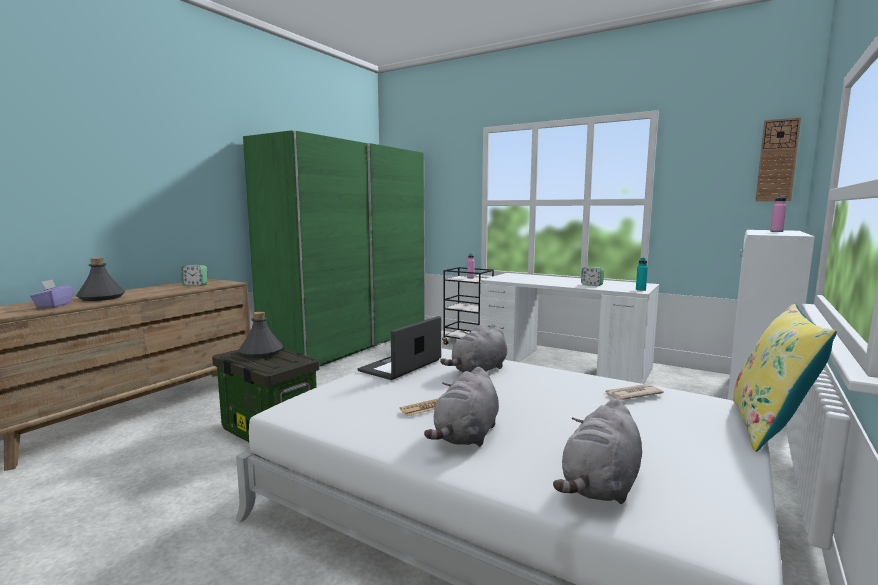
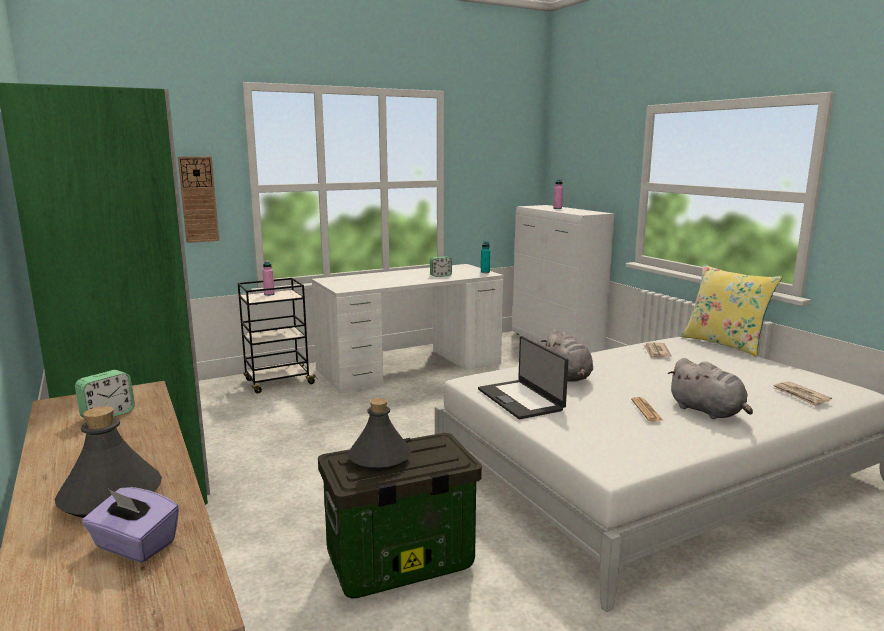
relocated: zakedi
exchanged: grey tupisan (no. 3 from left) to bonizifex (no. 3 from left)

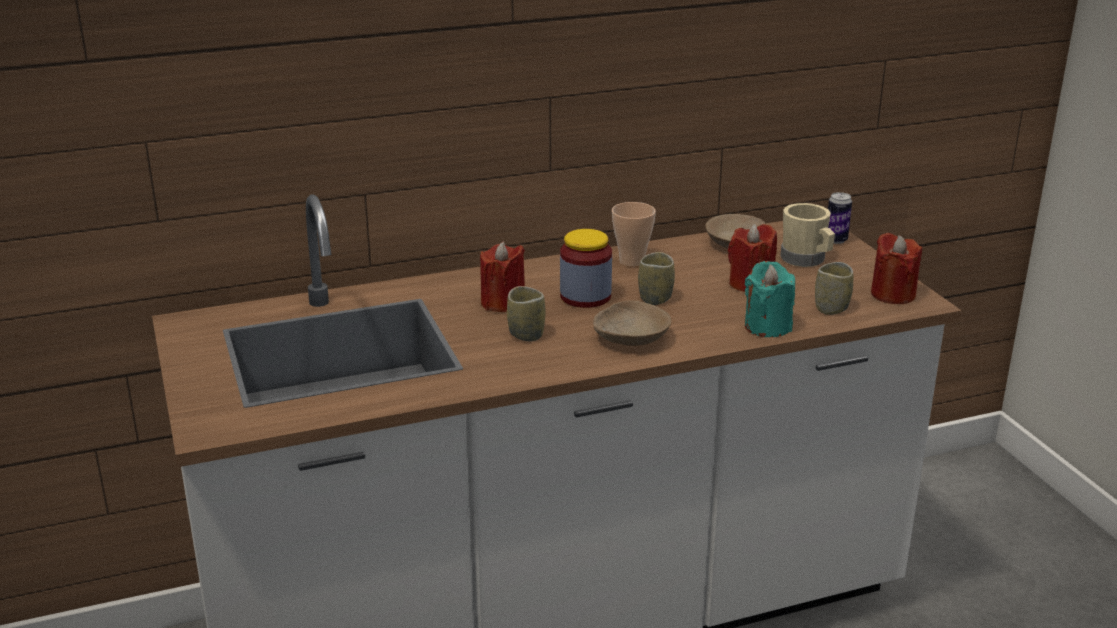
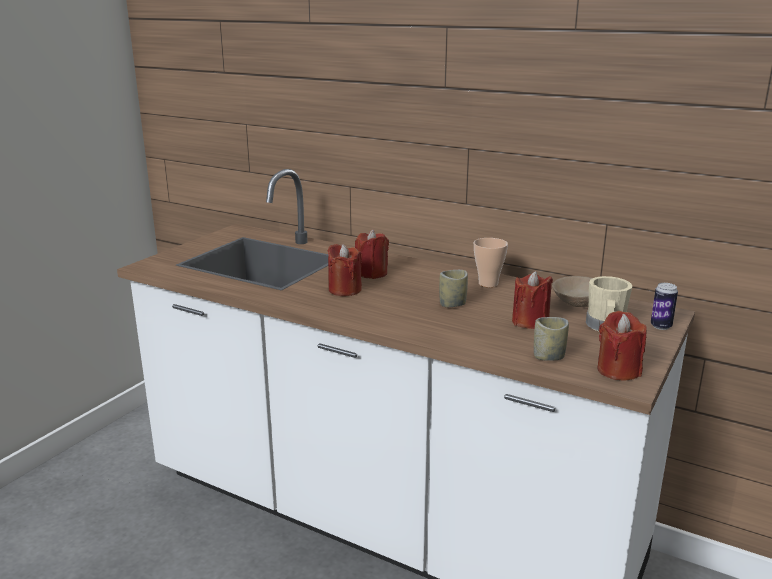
missing: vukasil; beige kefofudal (no. 1 from left); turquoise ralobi
exchanged: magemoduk (no. 1 from left) to red ralobi (no. 1 from left)

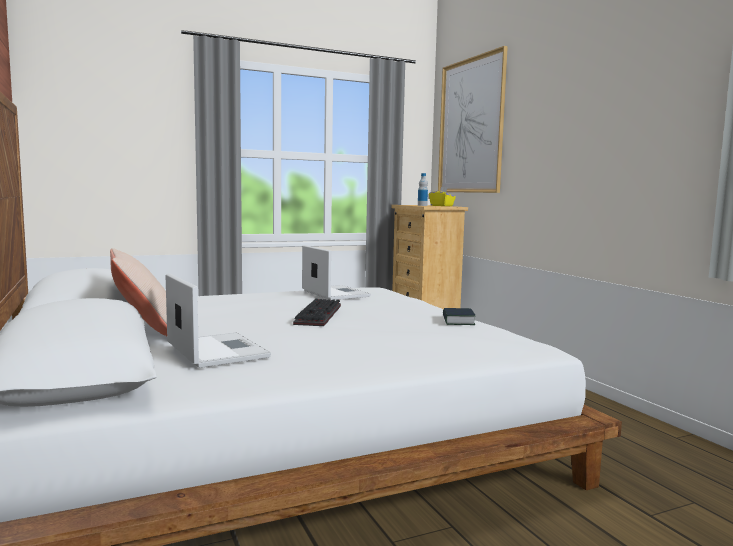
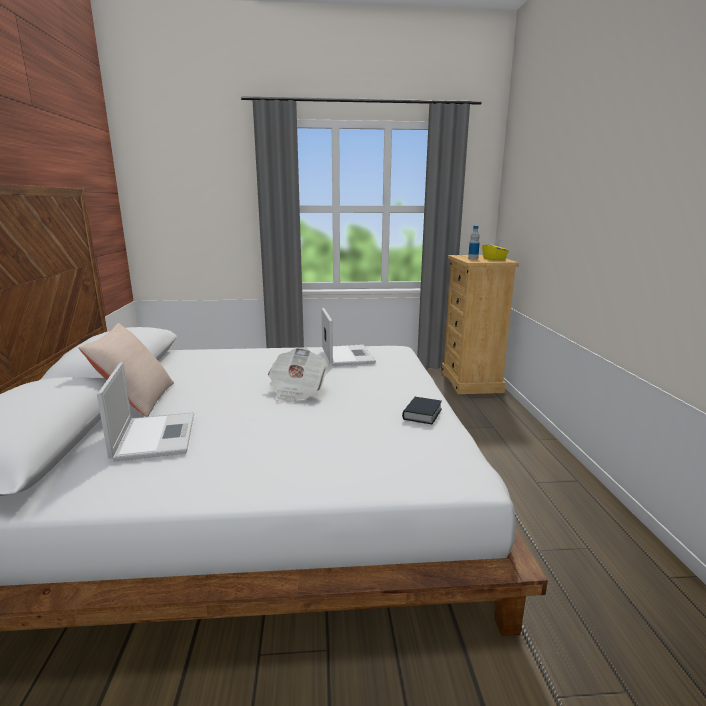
missing: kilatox
exchanged: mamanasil to bonizifex

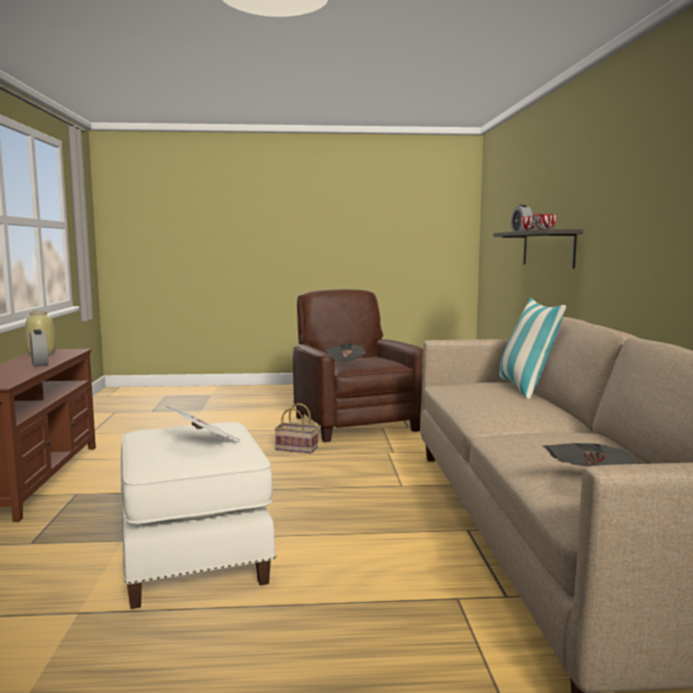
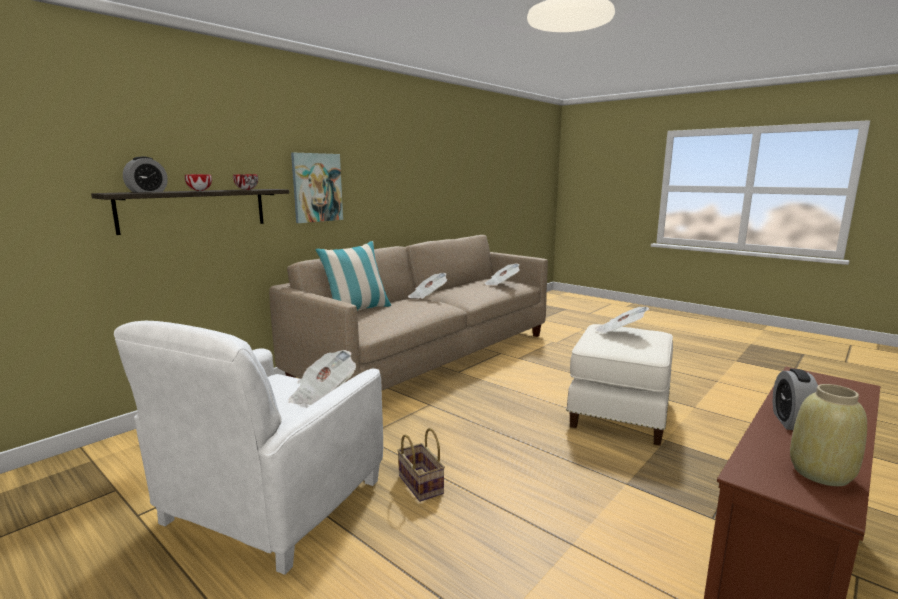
appeared: kilatox; bonizifex (no. 2 from left)
colour: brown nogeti to white nogeti

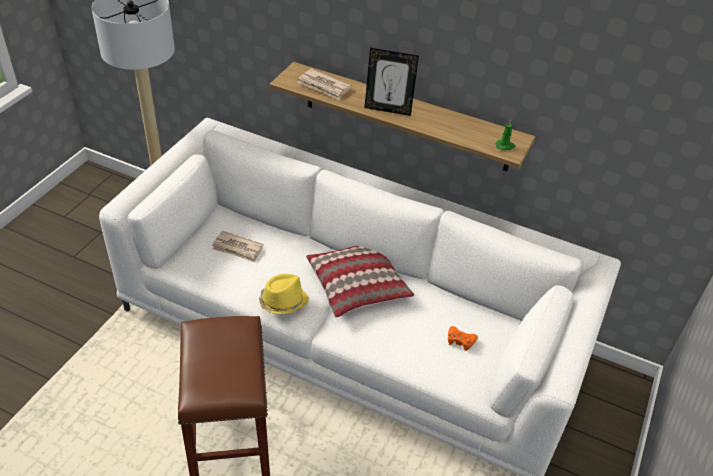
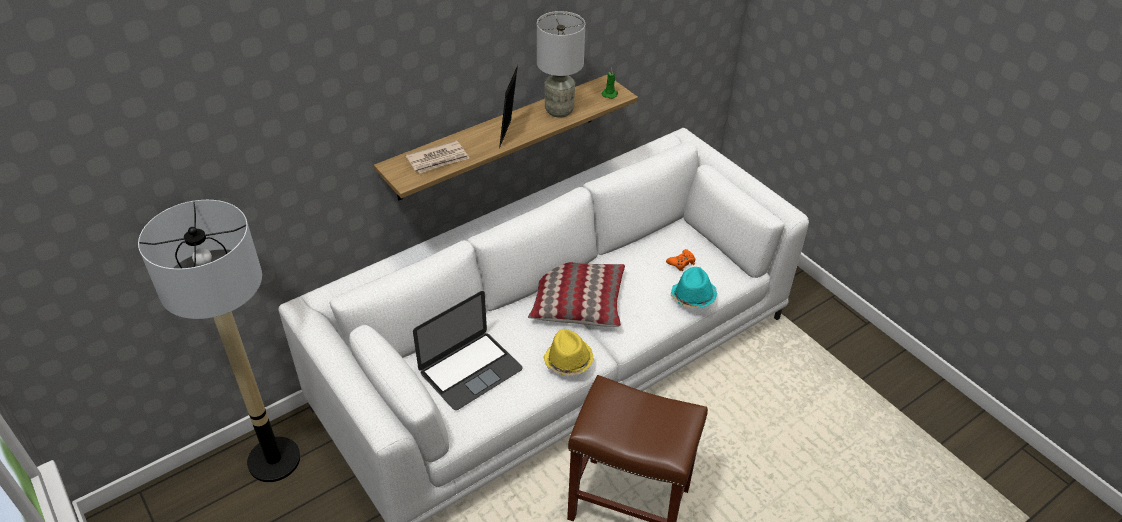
appeared: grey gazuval; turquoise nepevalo
exchanged: bonizifex (no. 1 from left) to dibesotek
spun: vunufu 150 degrees clockwise

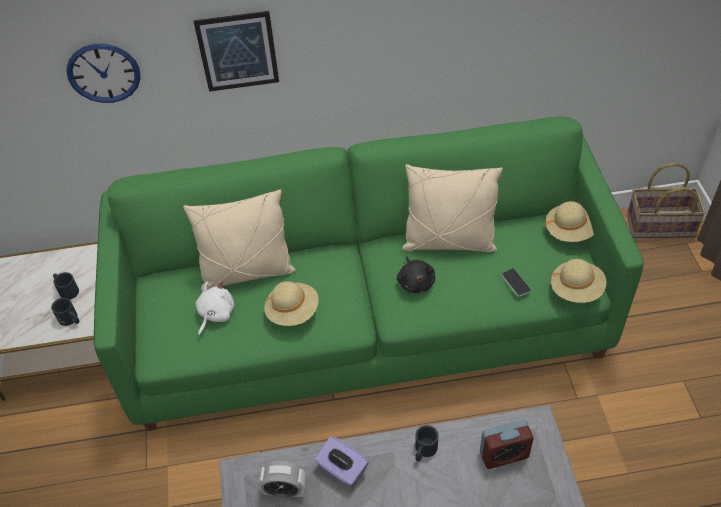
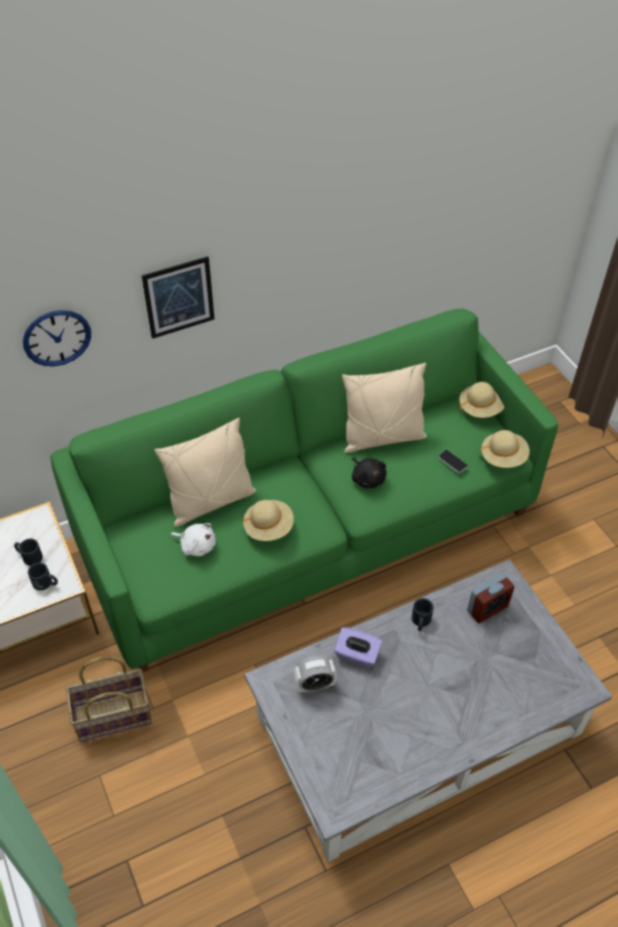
relocated: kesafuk
spun: white tupisan 105 degrees clockwise

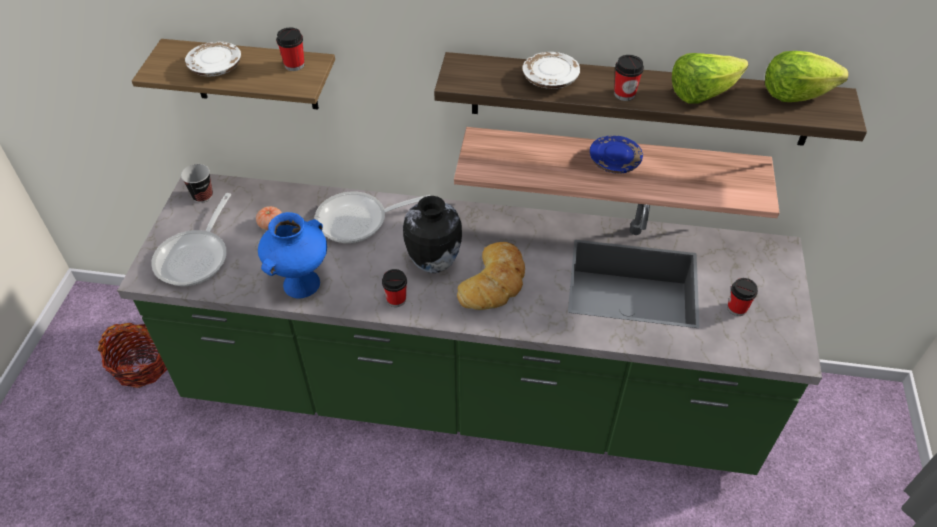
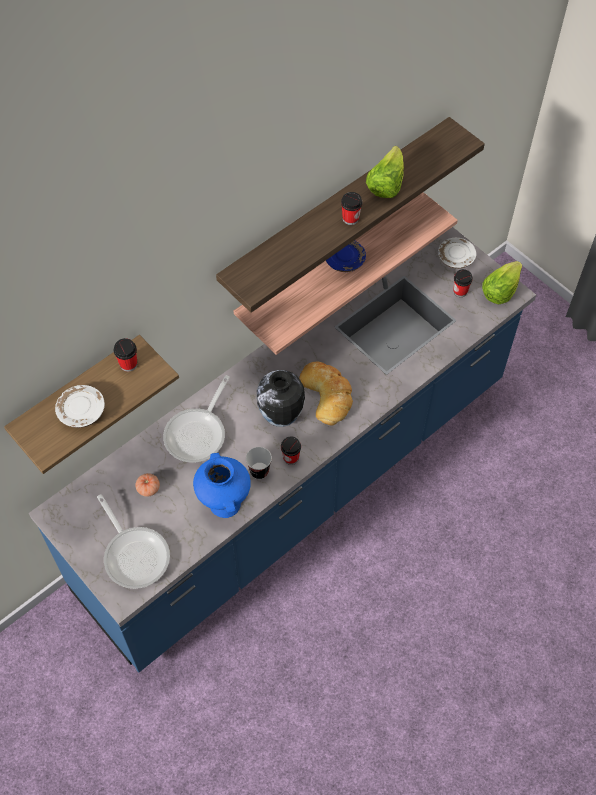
missing: kesafuk
relocated: magemoduk (no. 1 from left in the first image) to magemoduk (no. 2 from left); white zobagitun (no. 2 from left); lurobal (no. 2 from left)
colour: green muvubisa to blue muvubisa

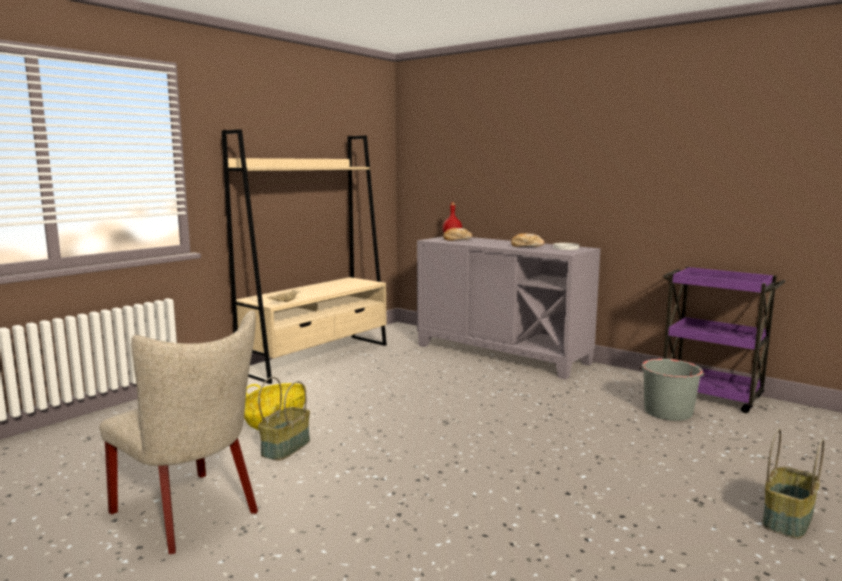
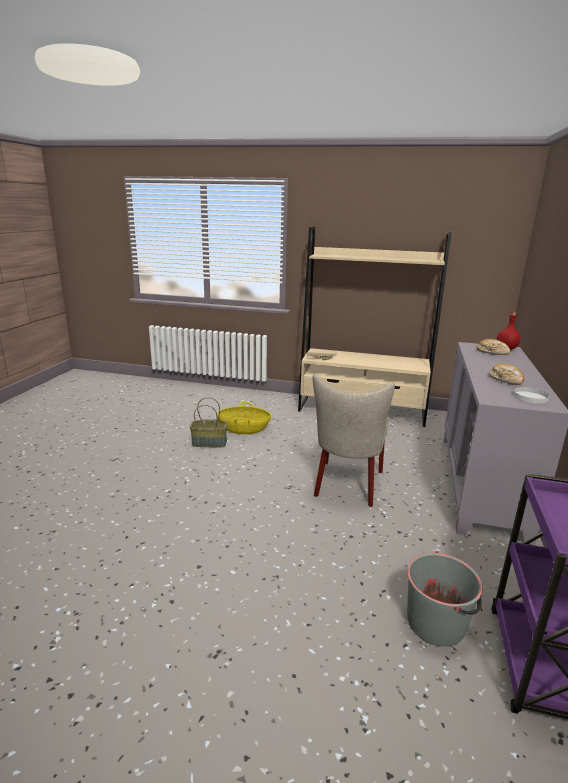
missing: kesafuk (no. 3 from left)
relocated: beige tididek

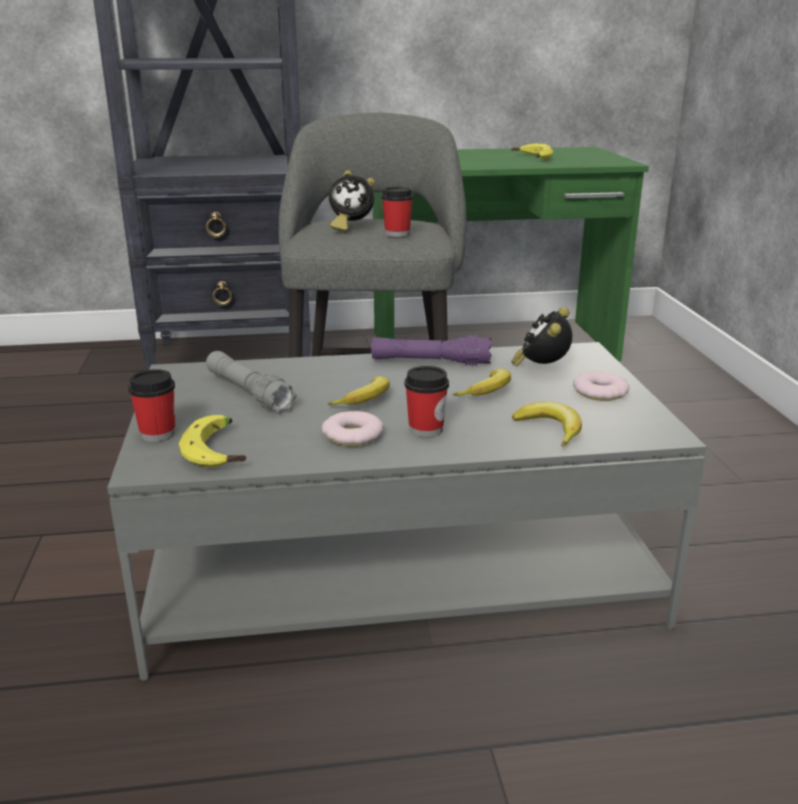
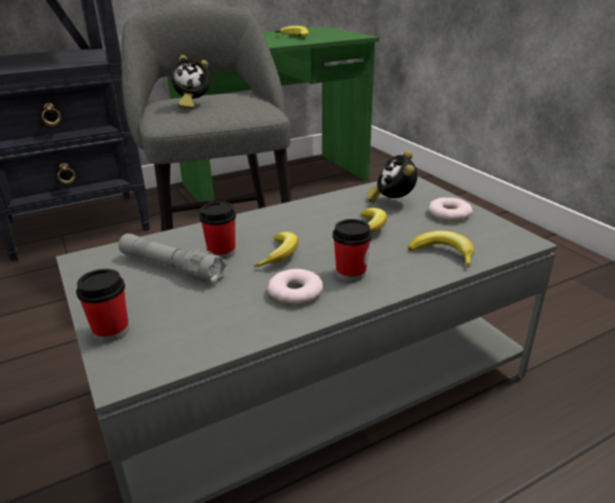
missing: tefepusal (no. 1 from left); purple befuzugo
relocated: magemoduk (no. 2 from left)

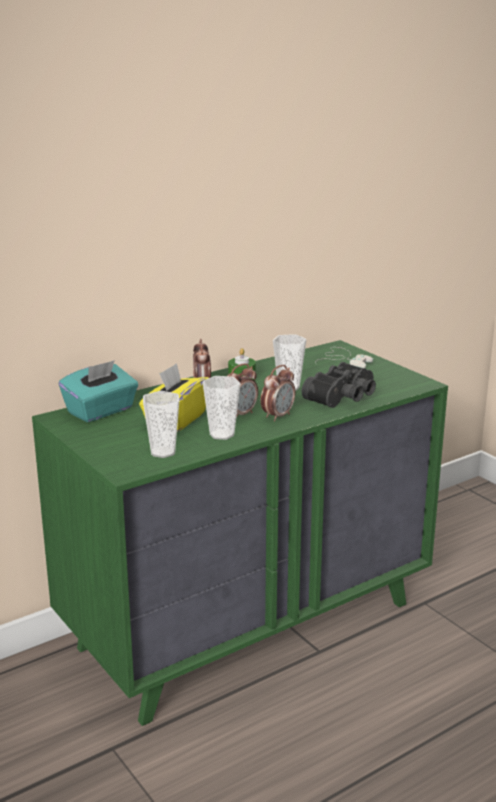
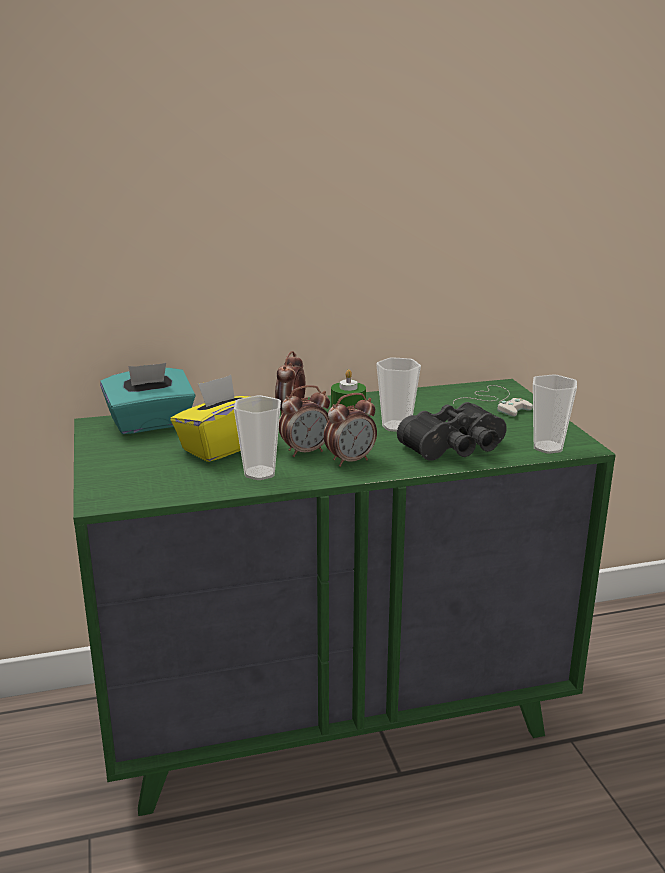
relocated: magemoduk (no. 1 from left in the first image) to magemoduk (no. 3 from left)

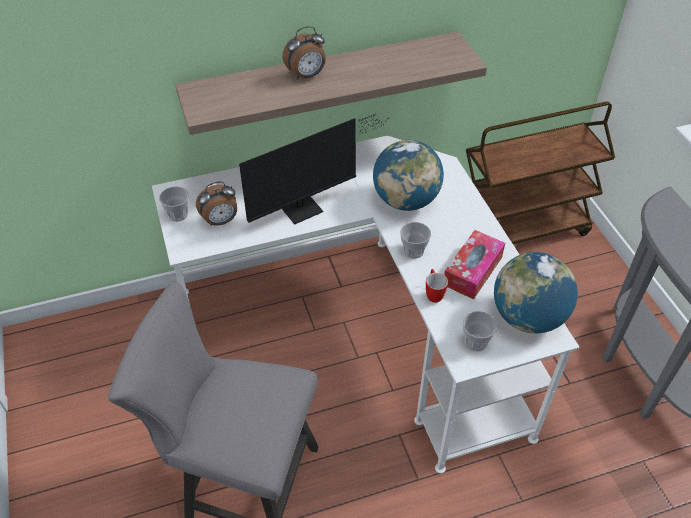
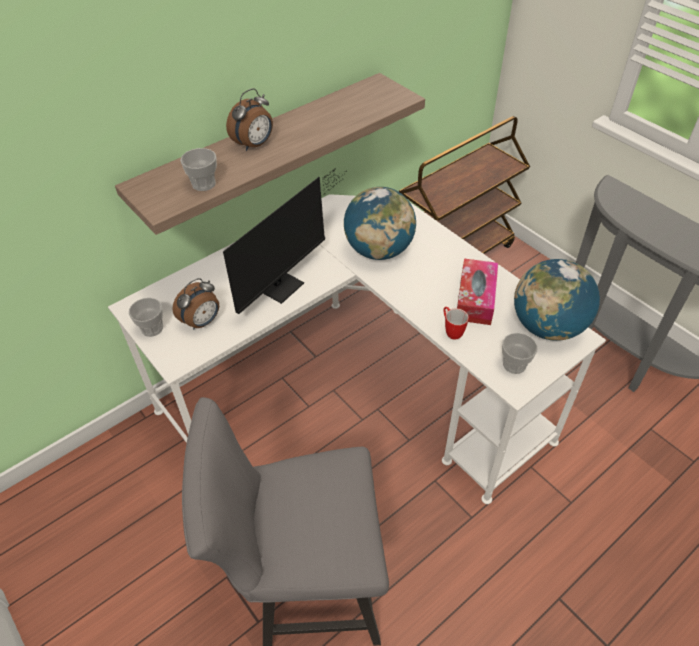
relocated: magemoduk (no. 2 from left)

